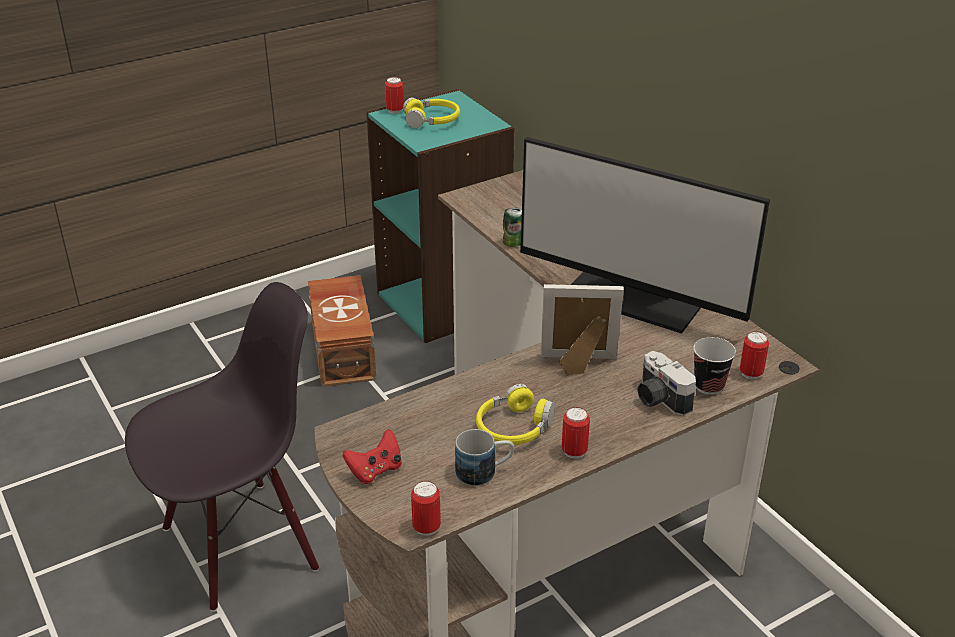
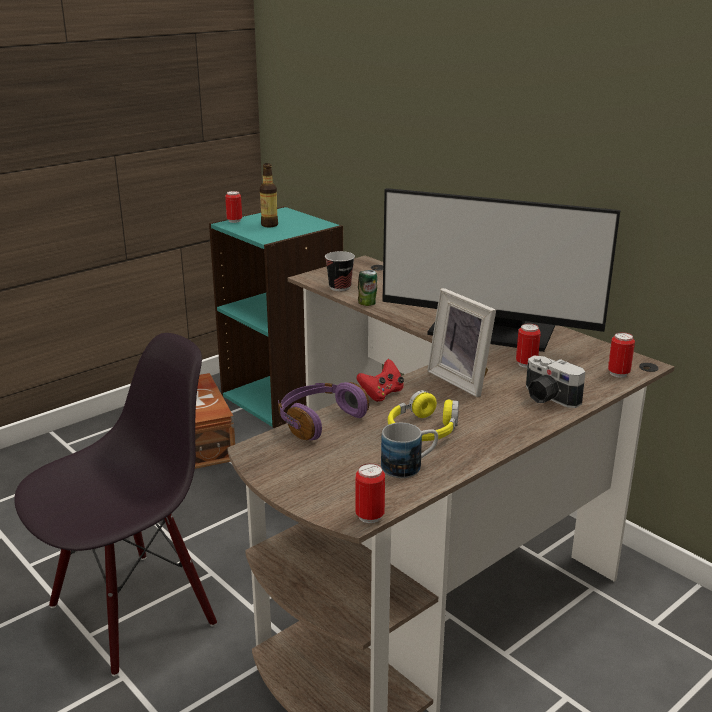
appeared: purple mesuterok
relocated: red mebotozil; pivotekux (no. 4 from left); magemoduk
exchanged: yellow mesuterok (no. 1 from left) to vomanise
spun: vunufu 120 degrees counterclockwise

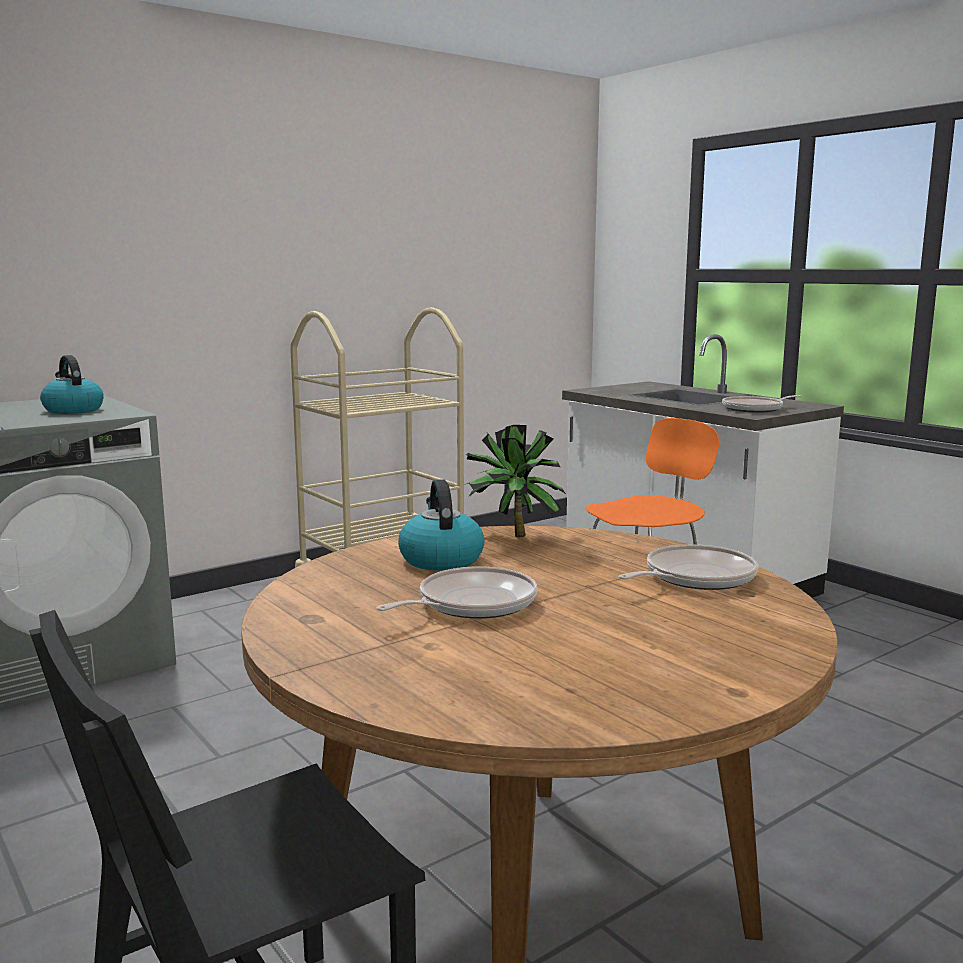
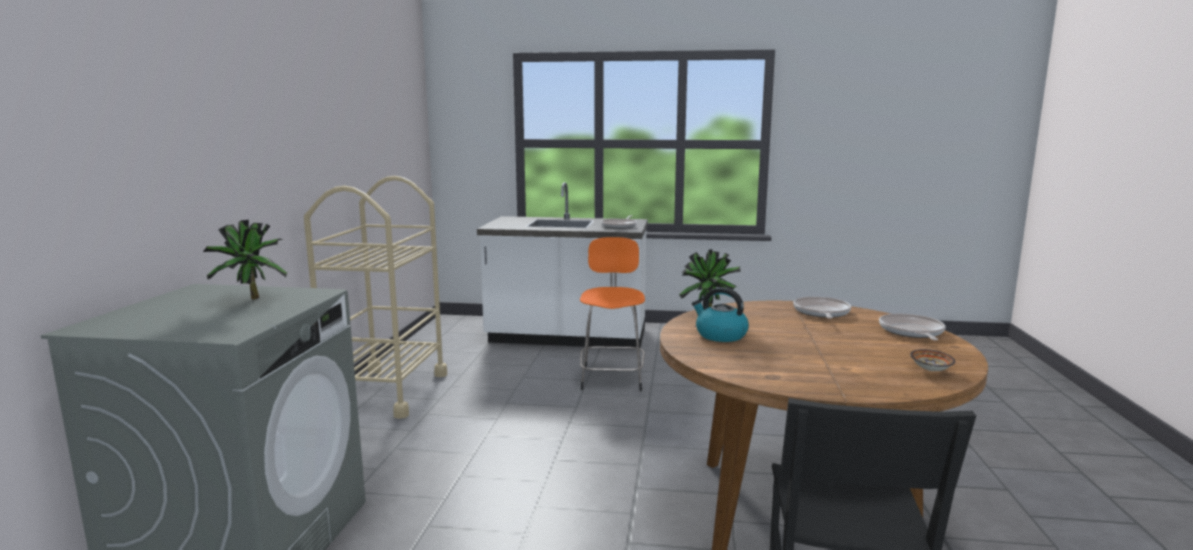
appeared: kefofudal
relocated: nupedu (no. 1 from left in the first image) to nupedu (no. 3 from left)
exchanged: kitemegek (no. 1 from left) to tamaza (no. 1 from left)

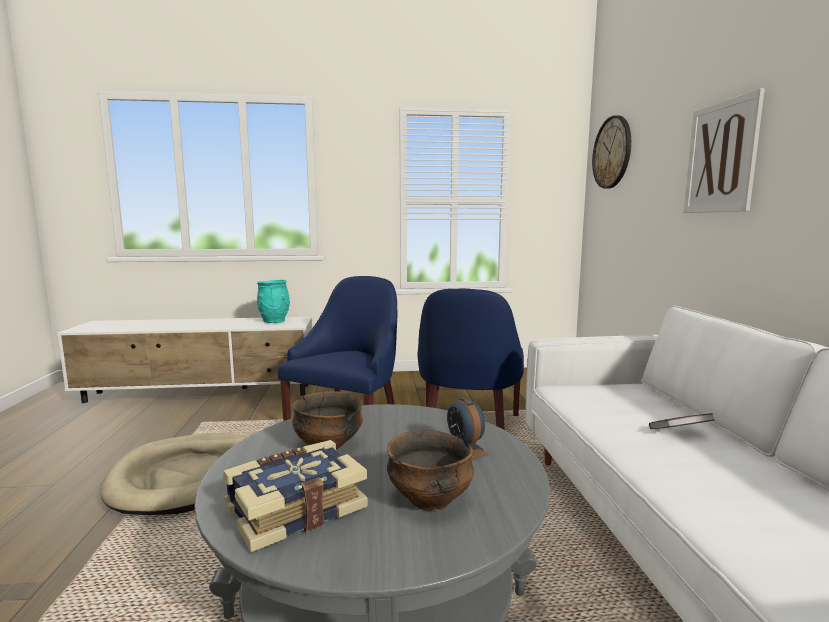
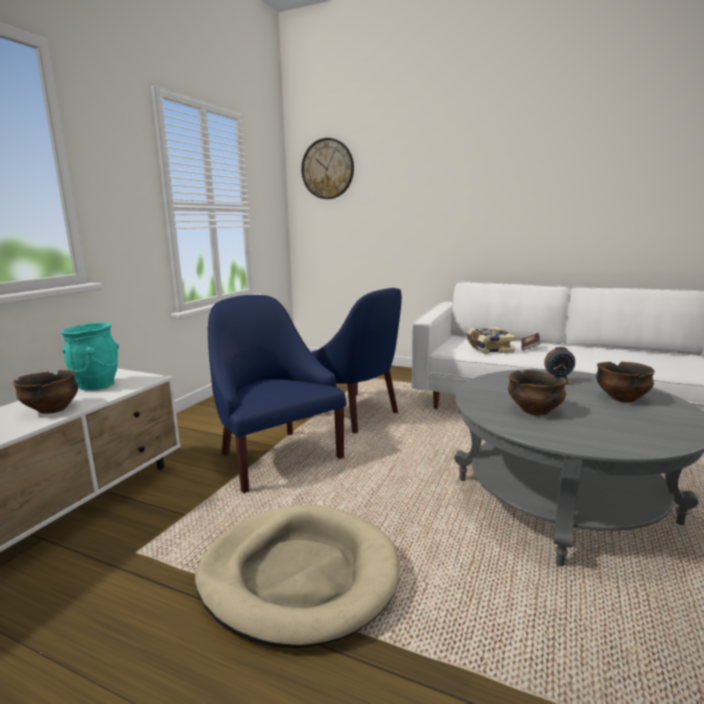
missing: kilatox
appeared: kefofudal (no. 1 from left)
relocated: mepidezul (no. 1 from left)

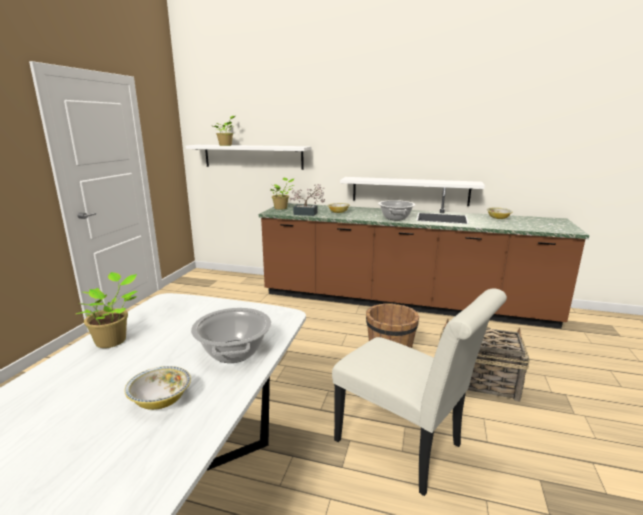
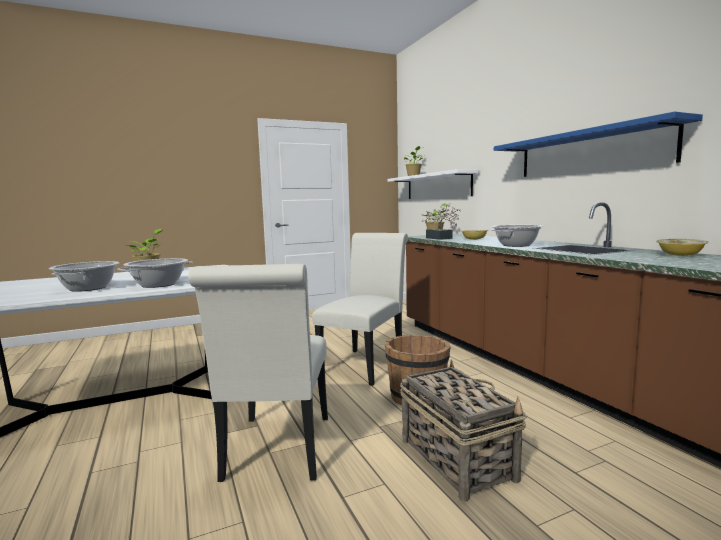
missing: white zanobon (no. 2 from left)
appeared: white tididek (no. 2 from left); blue zanobon
exchanged: kefofudal (no. 1 from left) to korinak (no. 1 from left)

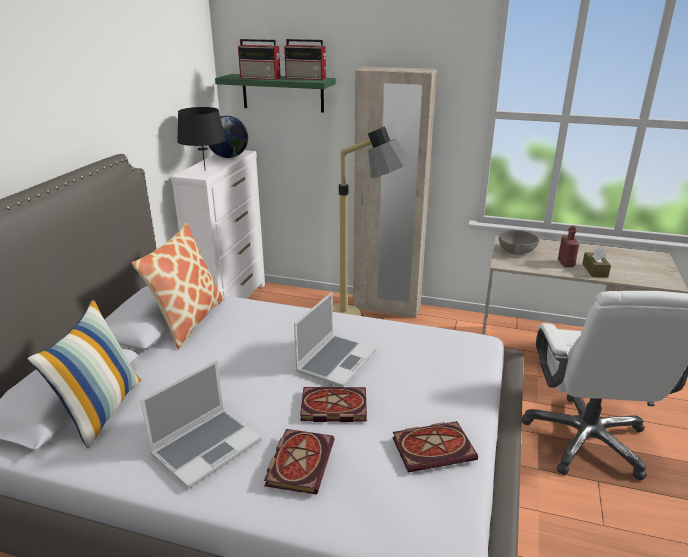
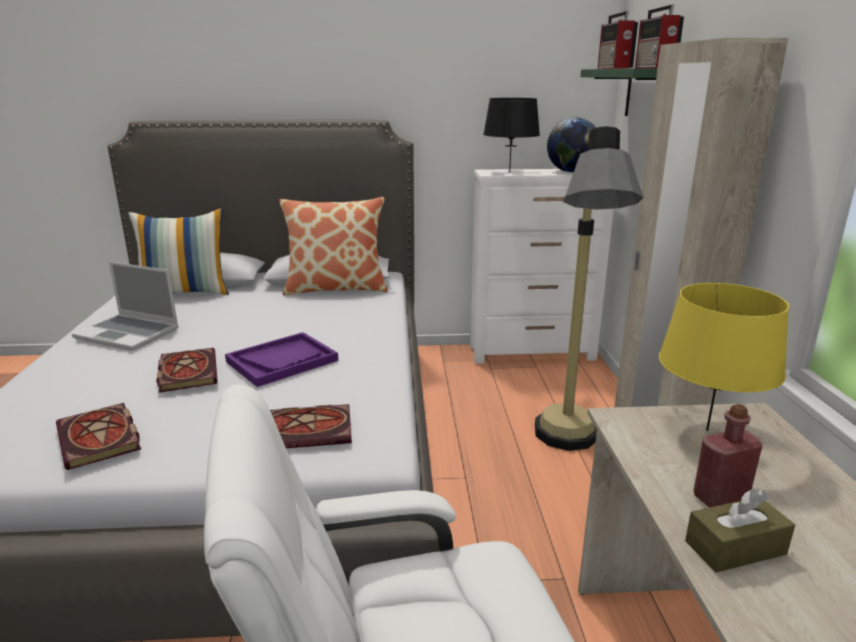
relocated: mepidezul (no. 1 from left in the first image) to mepidezul (no. 3 from left)
exchanged: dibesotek (no. 2 from left) to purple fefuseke; grey kefofudal to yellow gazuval

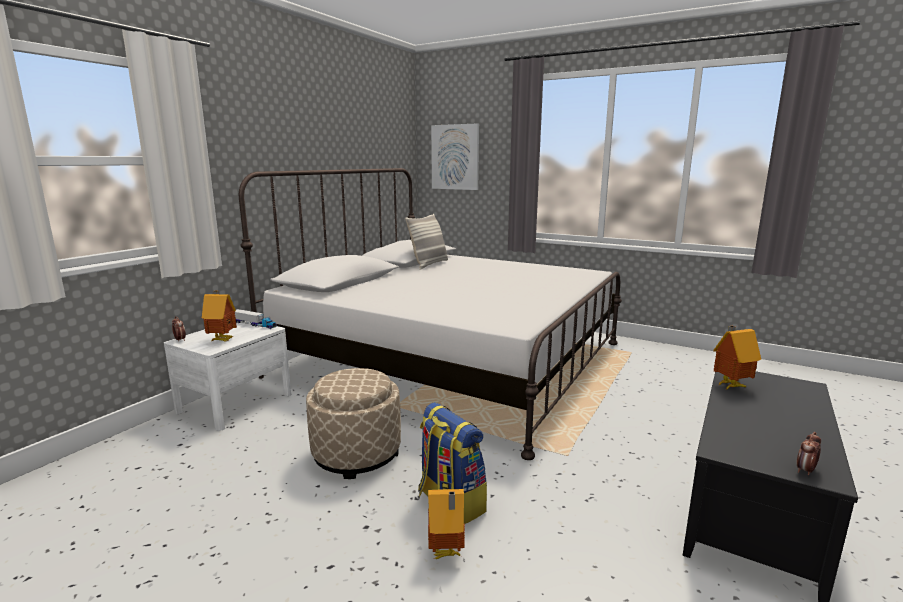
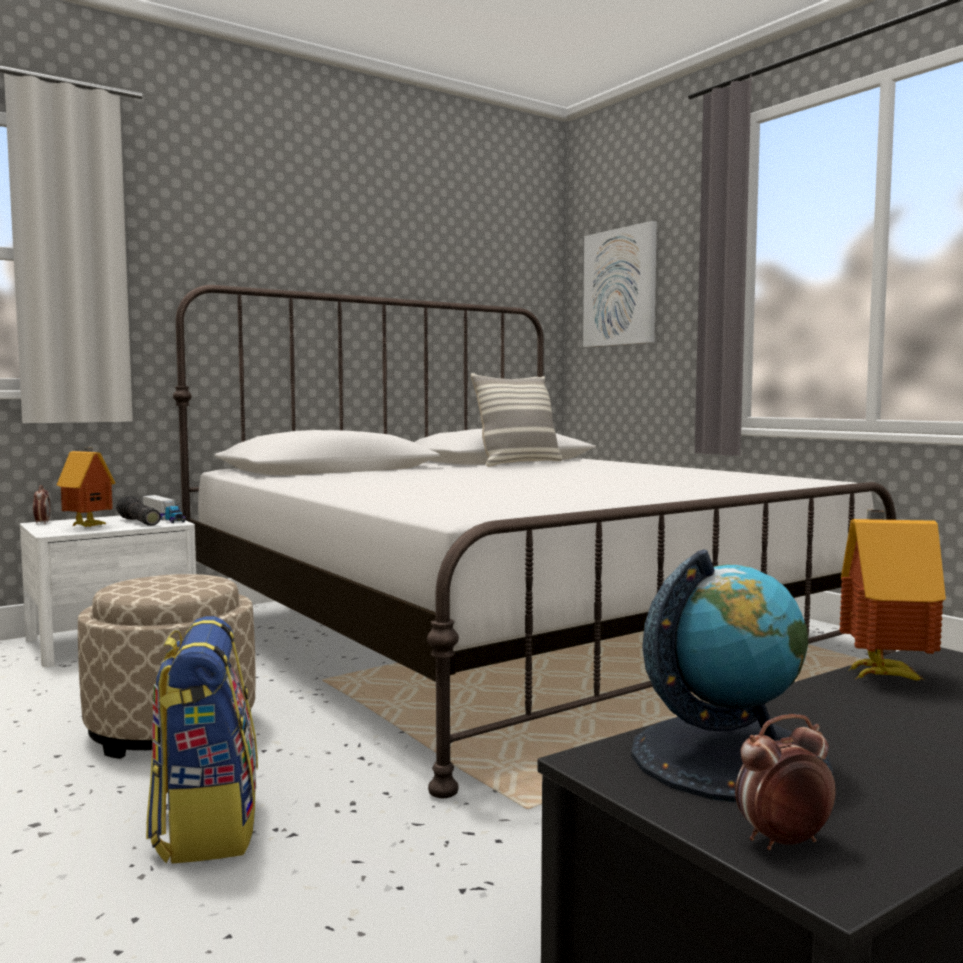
missing: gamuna (no. 2 from left)
appeared: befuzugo; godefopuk

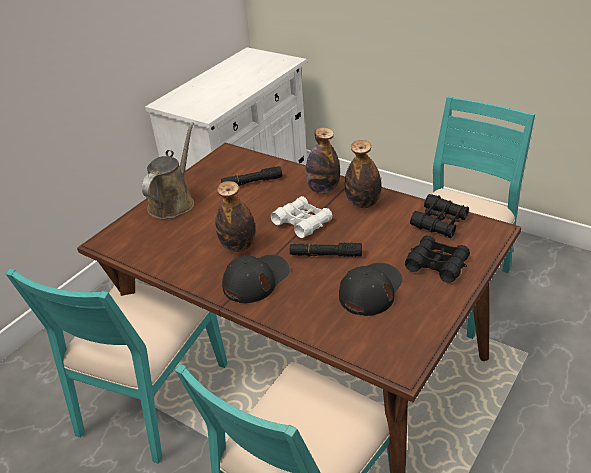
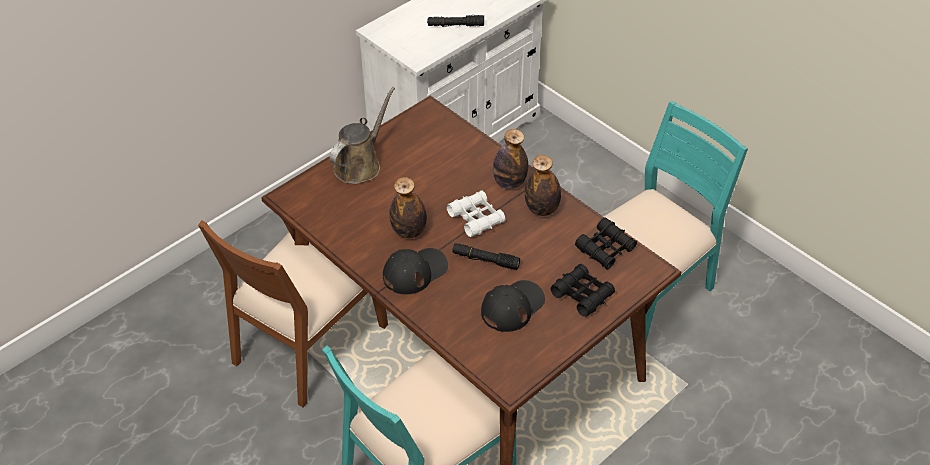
relocated: black befuzugo (no. 1 from left)
colour: turquoise tididek (no. 1 from left) to brown tididek

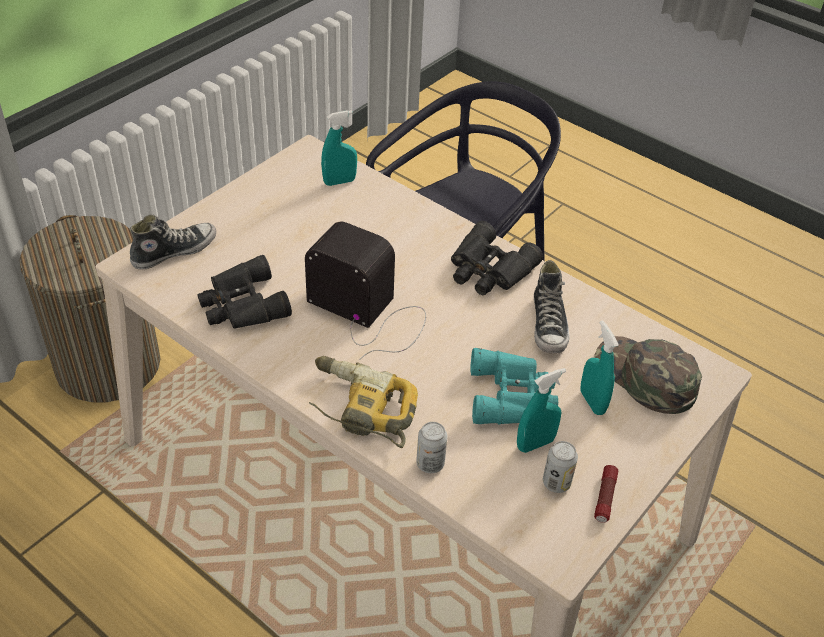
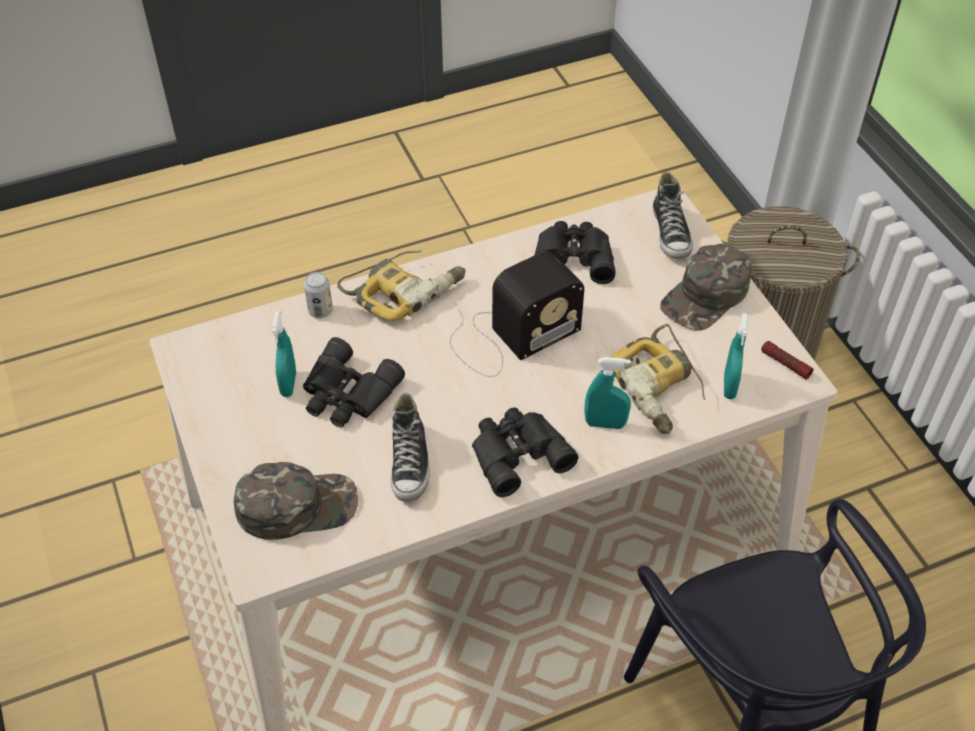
missing: pivotekux (no. 2 from left)
appeared: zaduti (no. 2 from left); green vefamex (no. 2 from left)
relocated: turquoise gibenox (no. 3 from left in the first image) to turquoise gibenox (no. 2 from left); befuzugo
colour: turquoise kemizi to black kemizi (no. 1 from left)
spun: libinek (no. 2 from left in the first image) 120 degrees counterclockwise

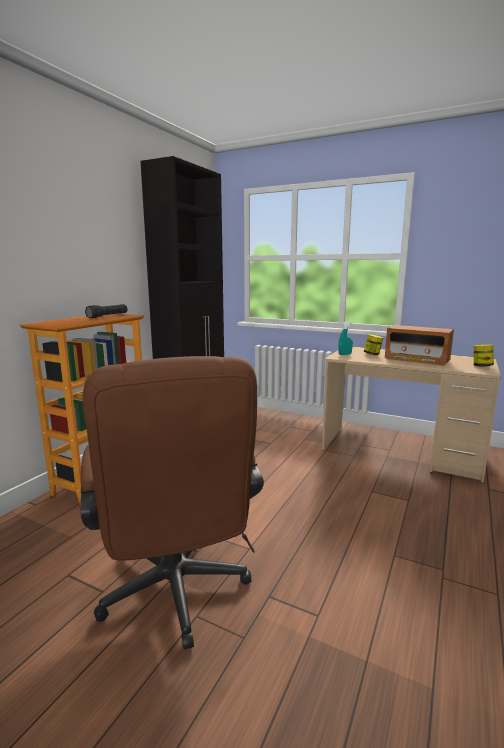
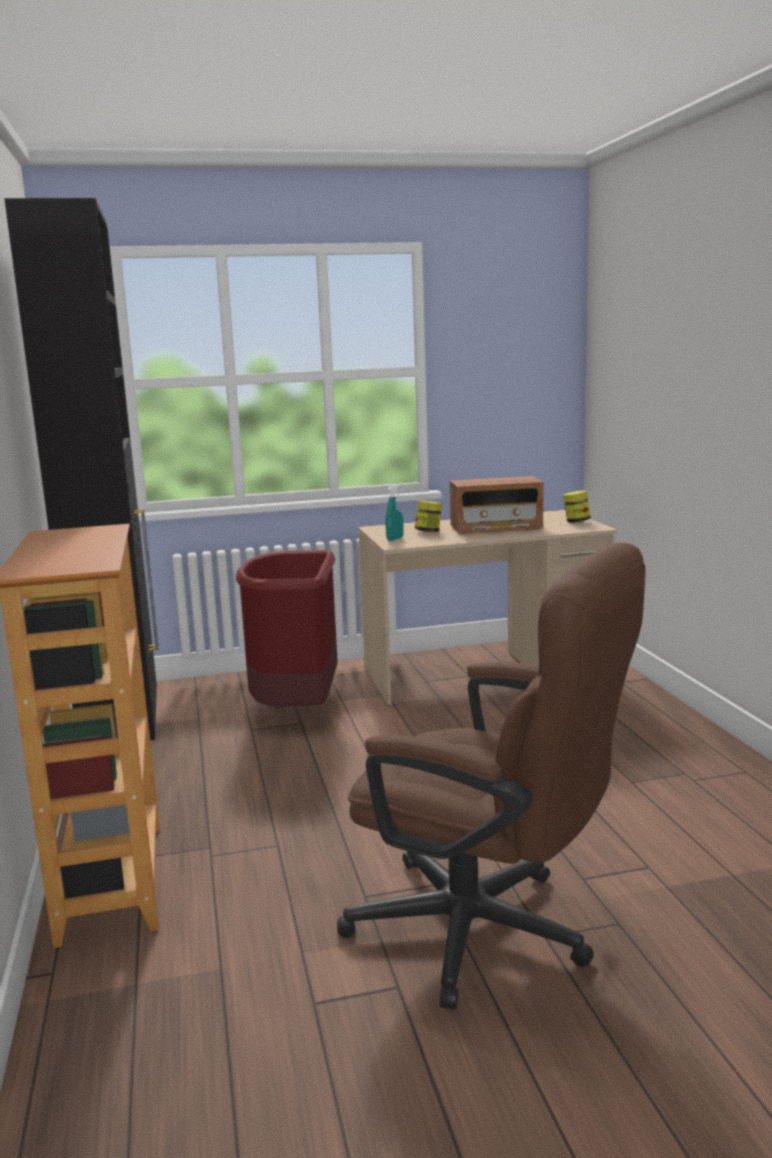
missing: black befuzugo
appeared: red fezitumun

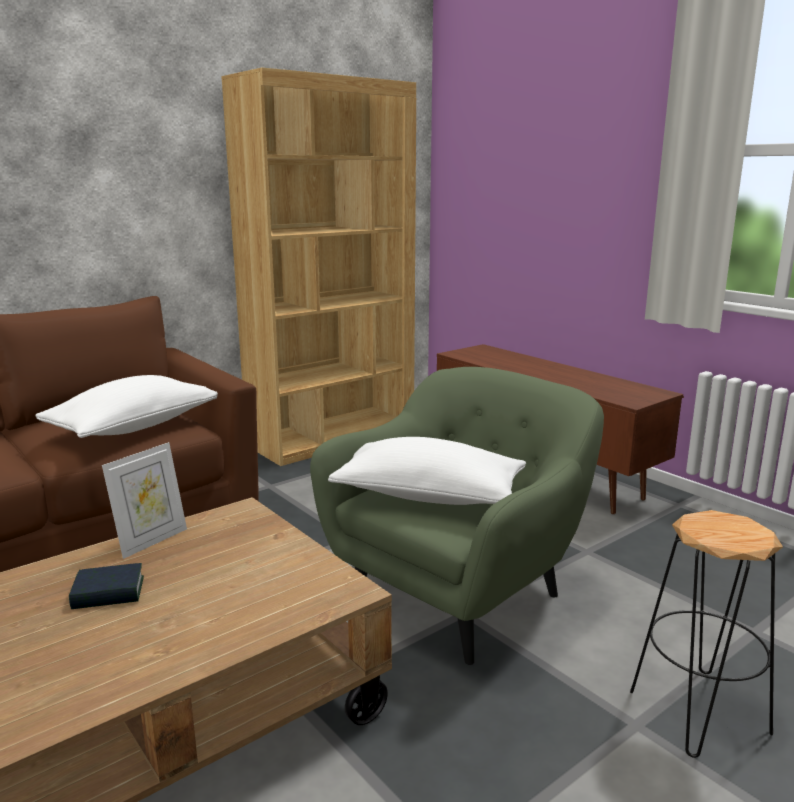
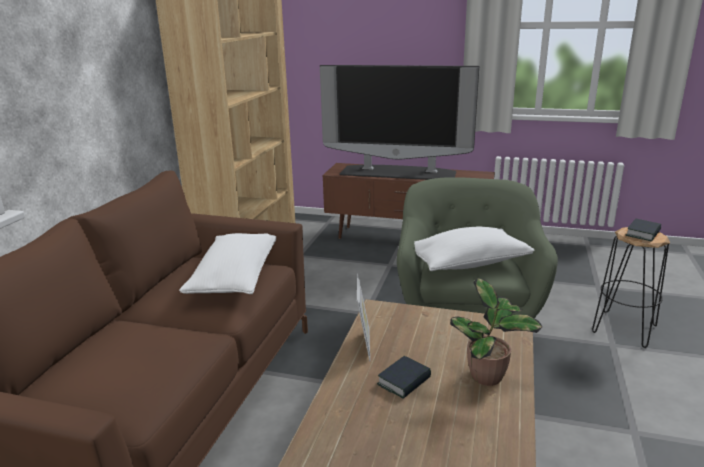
appeared: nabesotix; tamaza; mepidezul (no. 2 from left)

